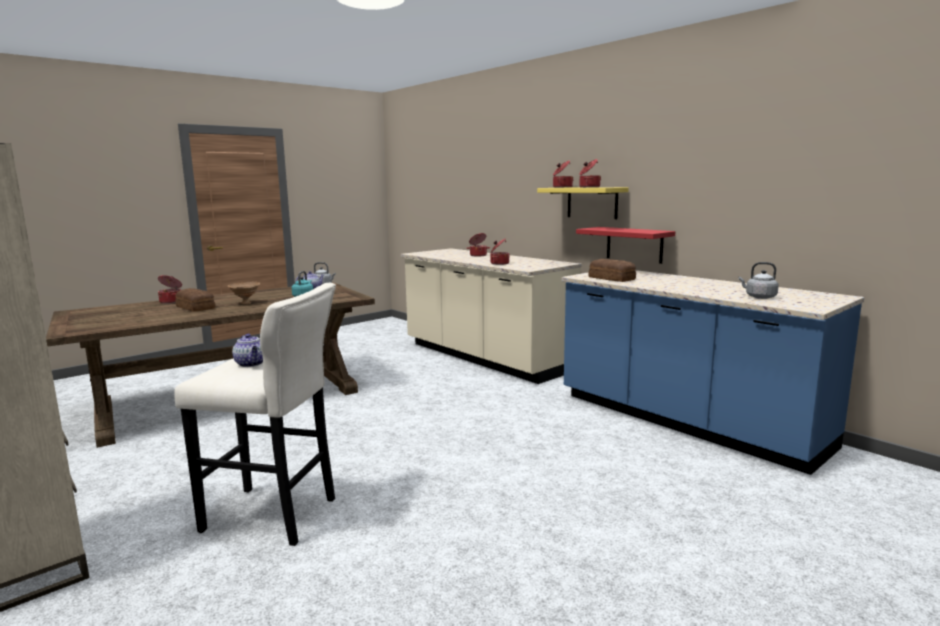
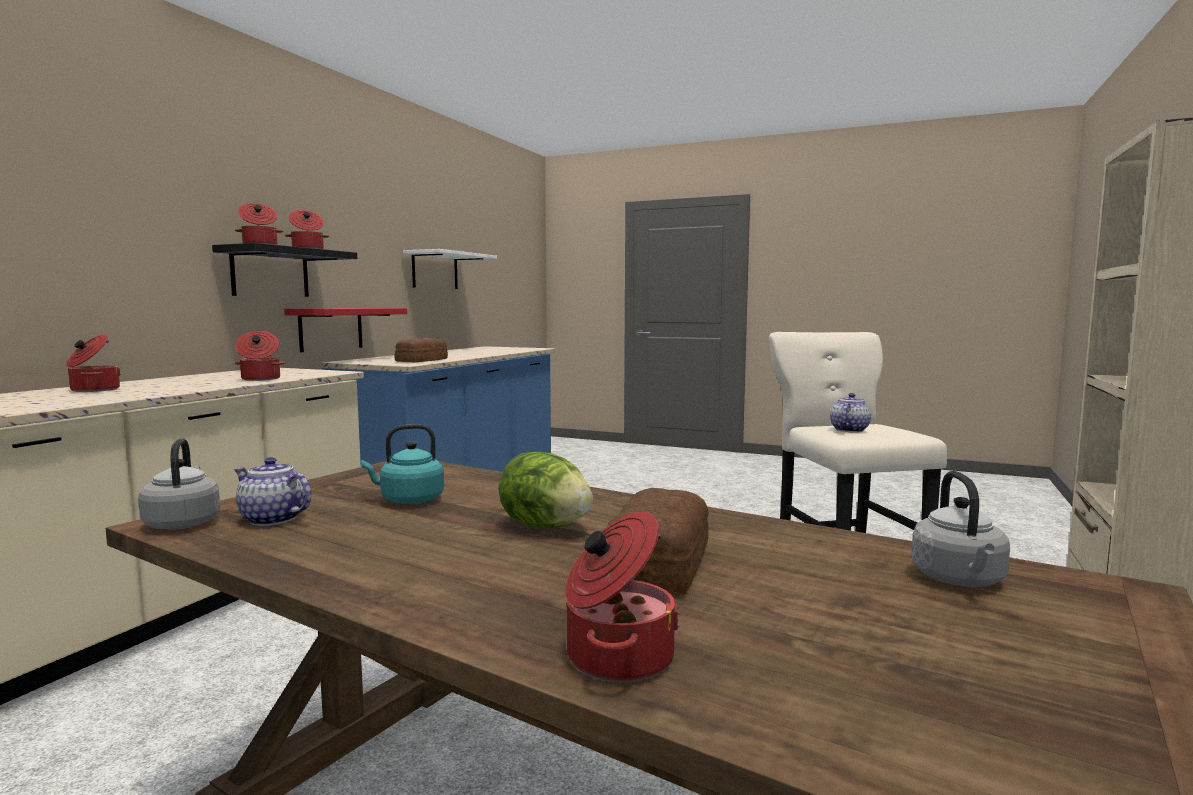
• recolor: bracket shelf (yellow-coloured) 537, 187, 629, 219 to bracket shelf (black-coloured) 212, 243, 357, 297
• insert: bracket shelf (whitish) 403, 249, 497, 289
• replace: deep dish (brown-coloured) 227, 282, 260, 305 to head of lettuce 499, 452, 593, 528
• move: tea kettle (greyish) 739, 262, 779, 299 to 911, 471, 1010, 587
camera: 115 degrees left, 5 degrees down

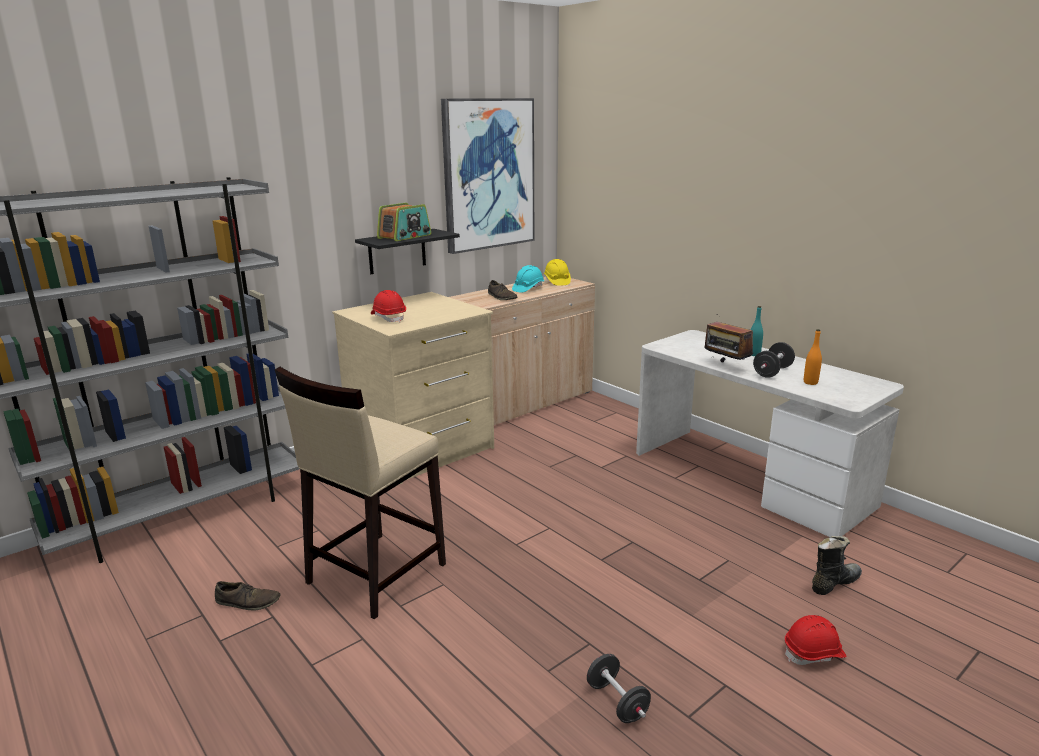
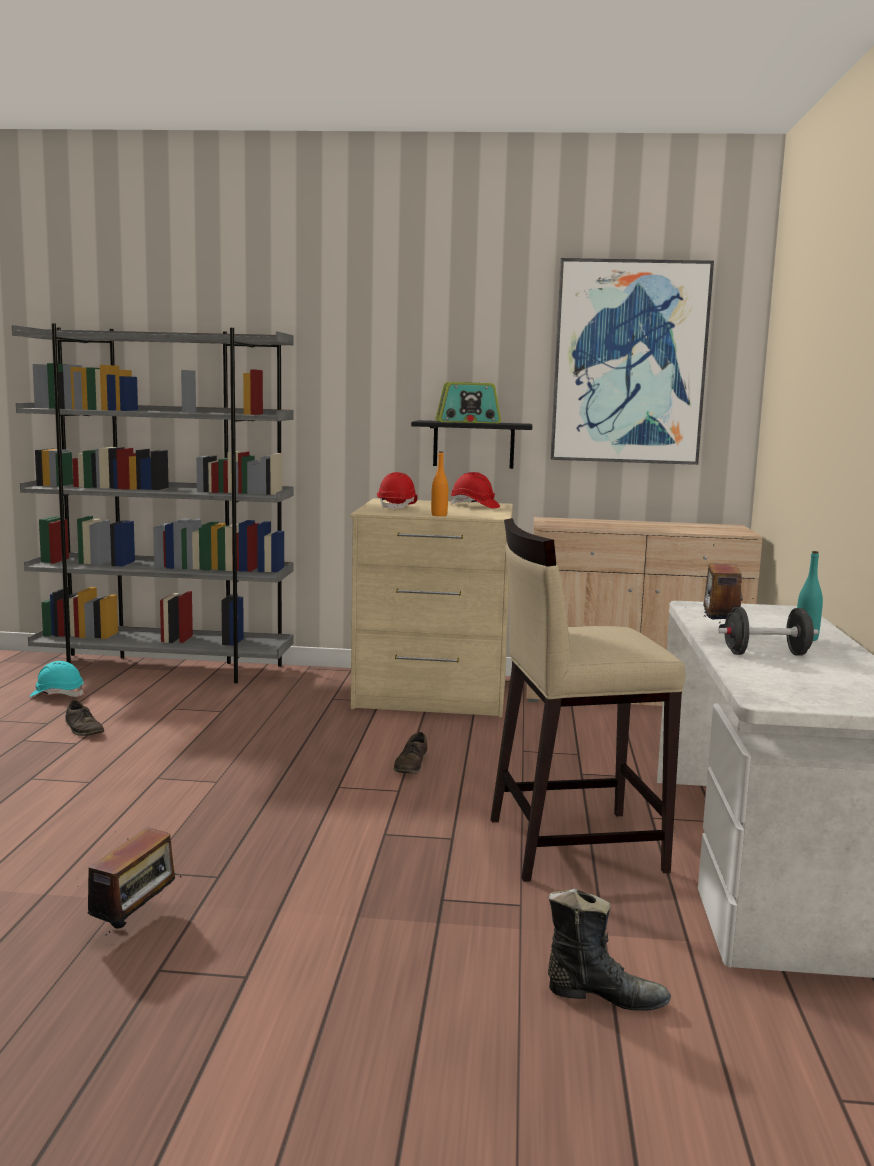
• move: hard hat (turquoise-coloured) 512, 265, 544, 293 to 29, 661, 85, 697
• replace: dumbbell (black-coloured) 587, 654, 651, 723 to radio 77, 827, 181, 935
• move: item of footwear (brown-coloured) 488, 280, 517, 300 to 394, 732, 427, 774
• move: drink bottle (orangey) 804, 329, 822, 385 to 431, 451, 448, 516
• move: hard hat (red-coloured) 785, 615, 846, 665 to 451, 472, 500, 508
• move: stool (beige) 275, 367, 446, 619 to 491, 518, 686, 882
• delete: hard hat (yellow-coloured) 544, 259, 571, 286
camera: 45 degrees right, 10 degrees down

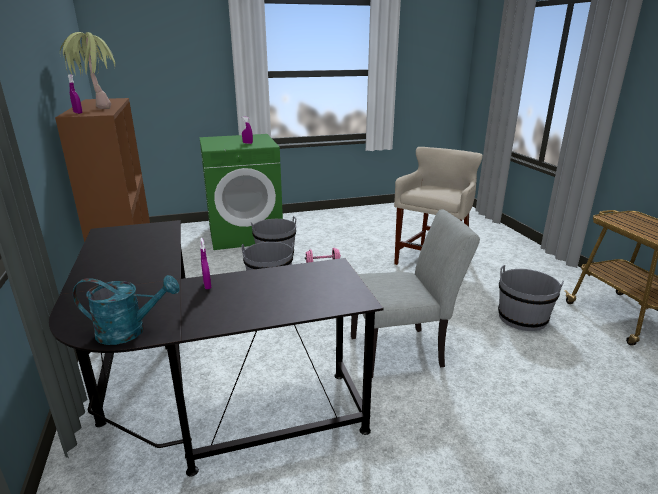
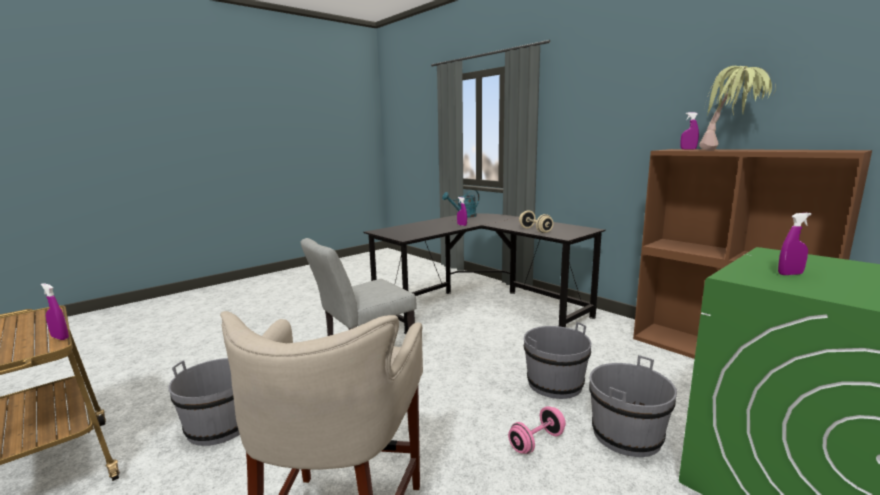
• insert: hand sprayer (purple) 41, 283, 69, 340
• insert: dumbbell (beige) 519, 210, 554, 233
camera: 155 degrees right, 10 degrees down

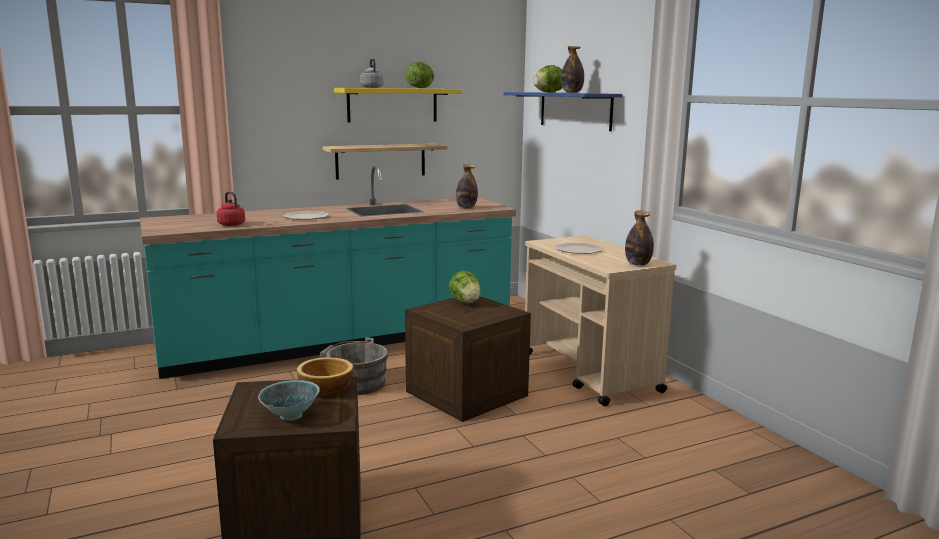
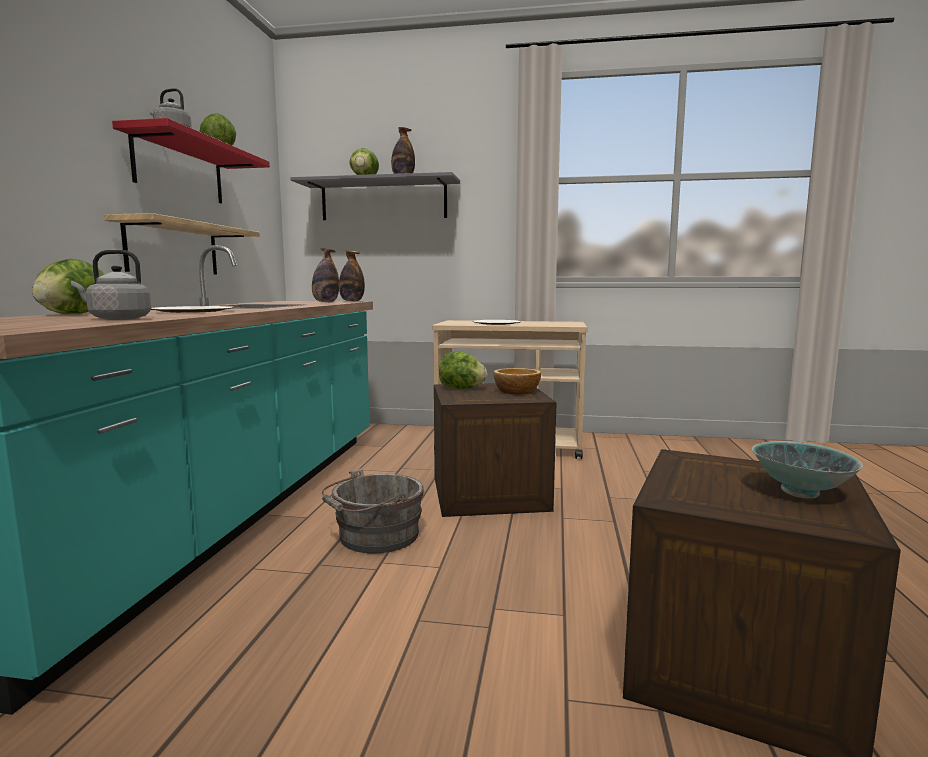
• insert: head of lettuce 32, 259, 105, 314
• recolor: tea kettle (red-coloured) 217, 191, 245, 226 to tea kettle (greyish) 71, 250, 151, 320
• recolor: bracket shelf (yellow-coloured) 334, 88, 462, 123 to bracket shelf (red-coloured) 112, 118, 270, 203
• recolor: bracket shelf (blue) 504, 92, 623, 131 to bracket shelf (greyish) 290, 172, 460, 220
• move: drink bottle 625, 210, 654, 266 to 339, 250, 365, 301
• move: deep dish 297, 357, 353, 396 to 494, 368, 541, 395
camera: 55 degrees left, 5 degrees down

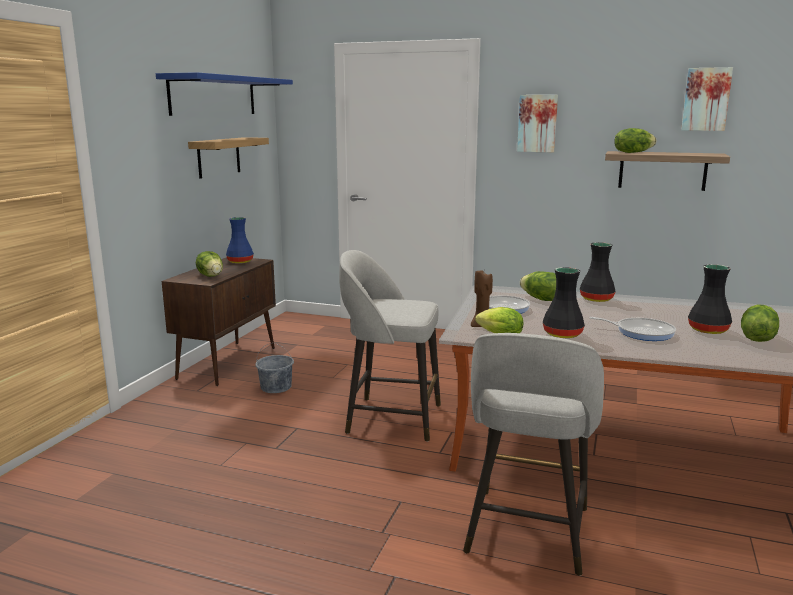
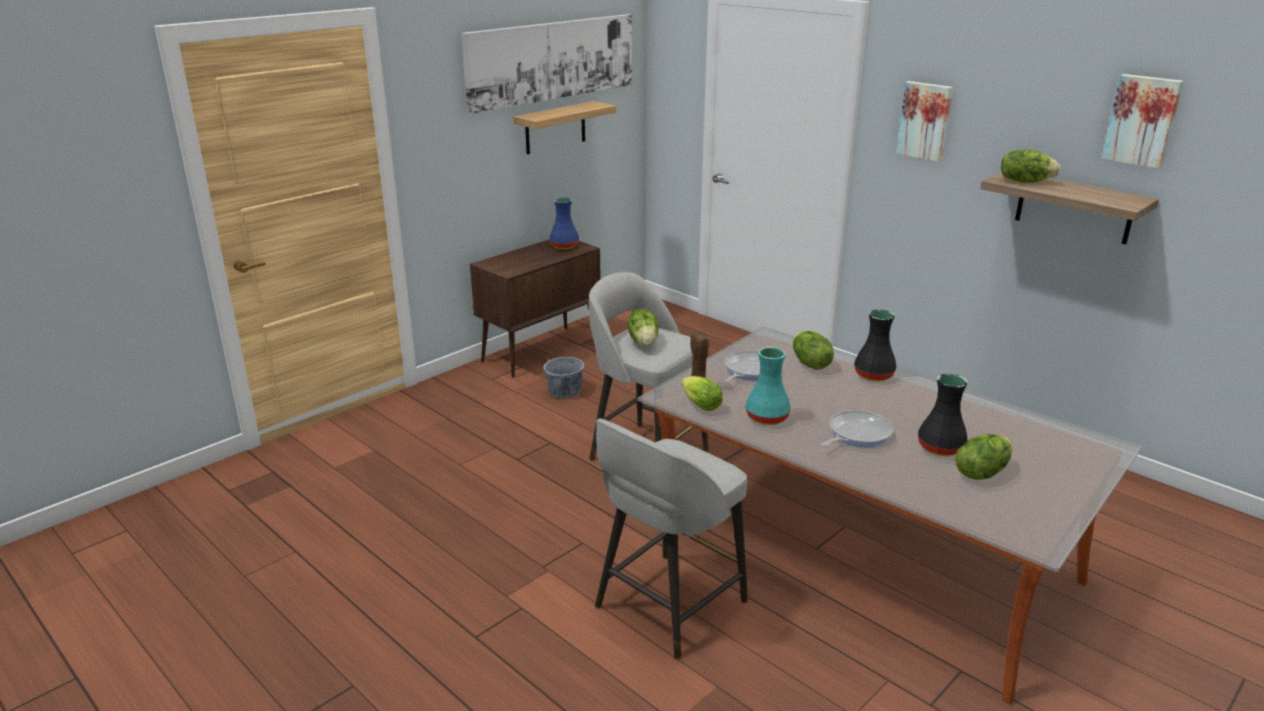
• replace: bracket shelf (blue) 156, 72, 293, 116 to picture 461, 14, 632, 114
• move: head of lettuce 196, 251, 223, 277 to 627, 309, 659, 346
• recolor: decorative vase (black-coloured) 543, 267, 585, 338 to decorative vase (turquoise-coloured) 745, 347, 791, 425
• rotate: pan 589, 317, 676, 341 = 821, 410, 893, 447 90 degrees counterclockwise
camera: 25 degrees right, 10 degrees up

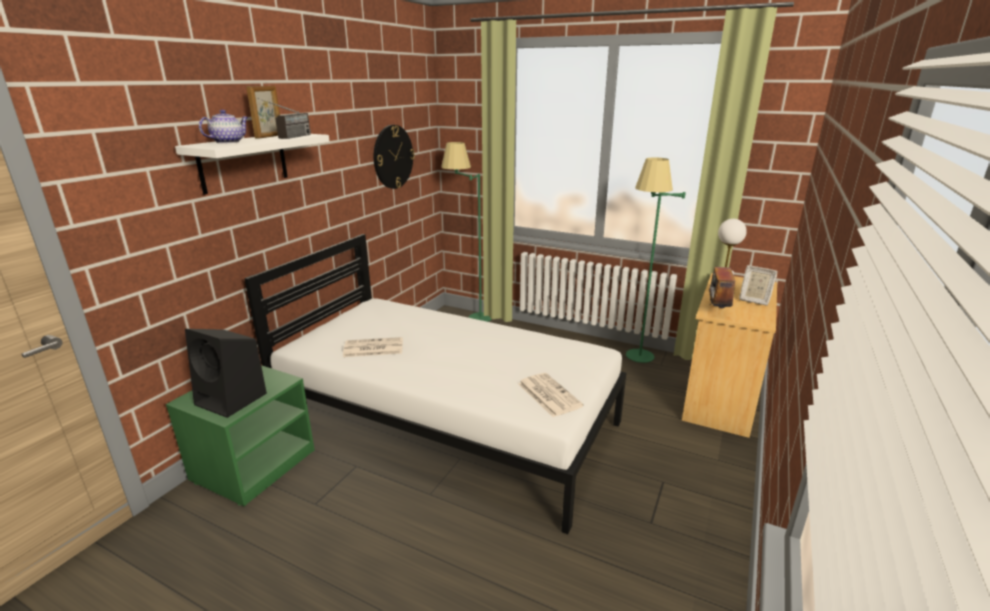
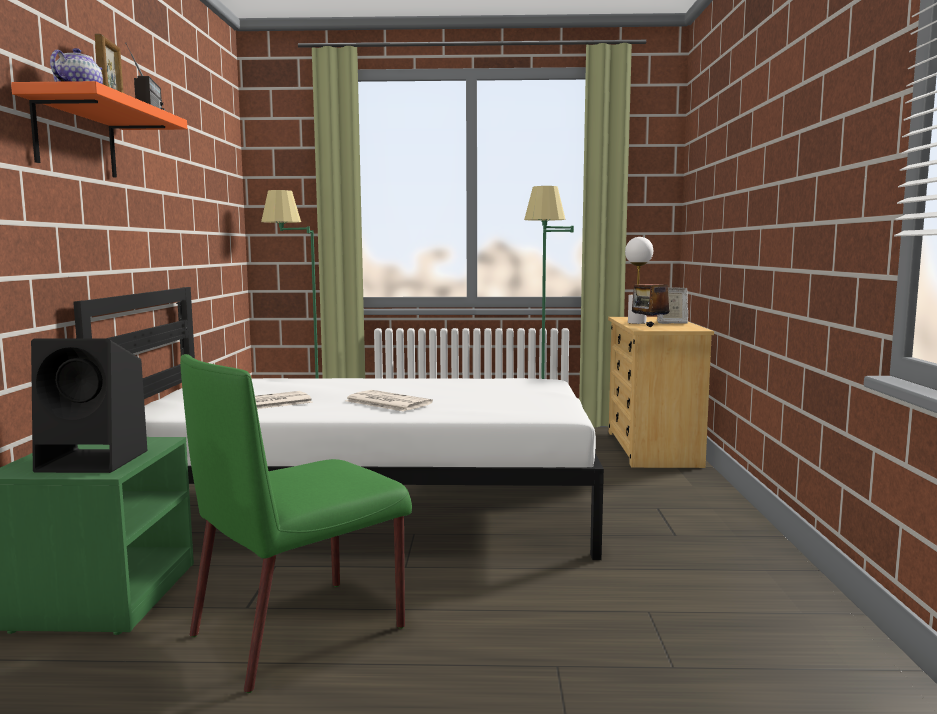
• recolor: bracket shelf (whitish) 175, 134, 330, 194 to bracket shelf (orangey) 11, 81, 187, 178
• insert: plain chair (greenish) 180, 354, 412, 693
• move: newspaper 518, 373, 584, 417 to 345, 390, 433, 412
• delete: wall clock 374, 125, 415, 189
camera: 25 degrees left, 15 degrees down

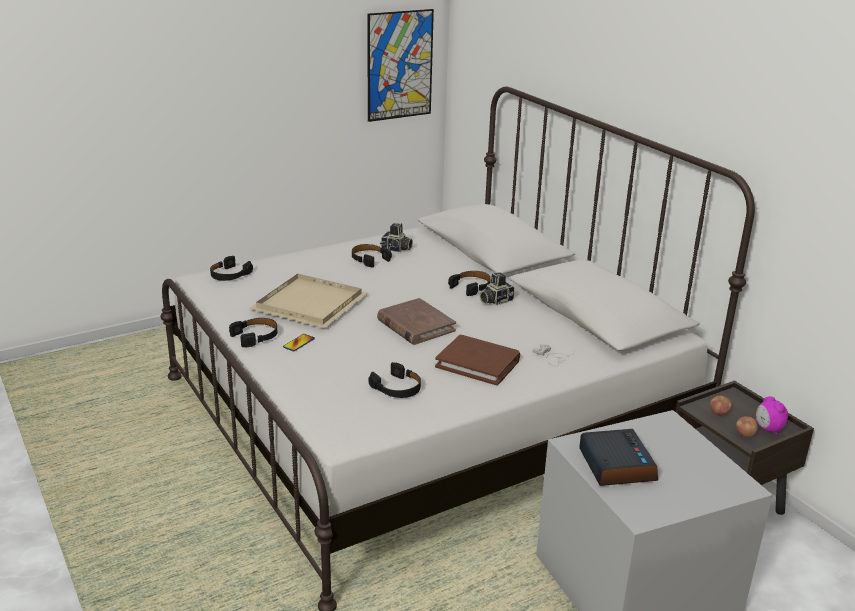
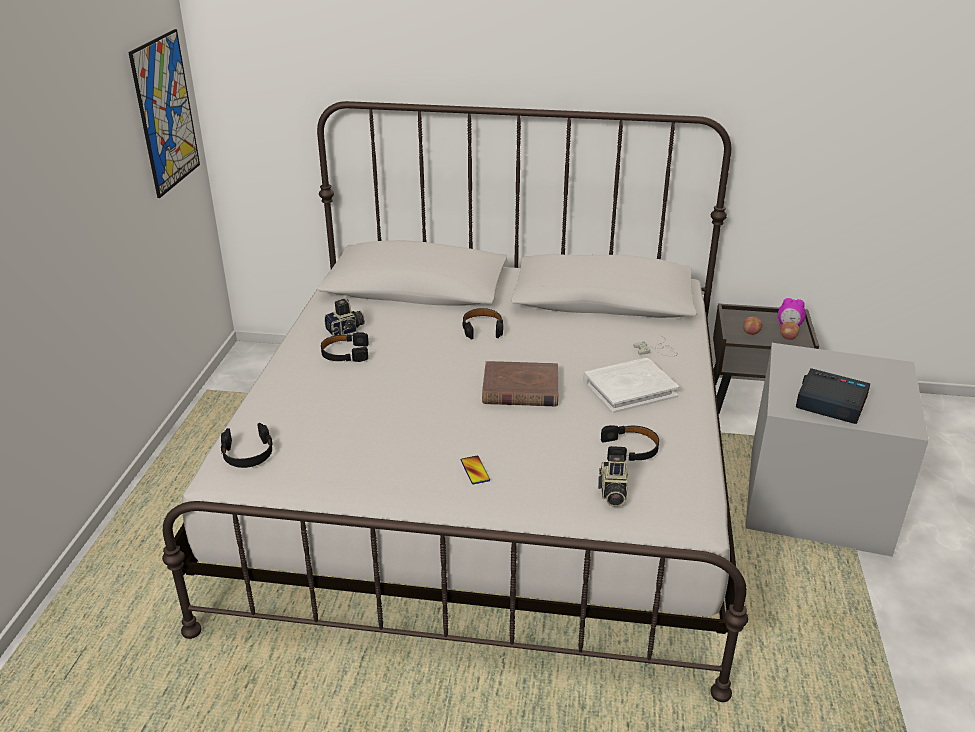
• recolor: book (brown-coloured) 435, 335, 520, 386 to book (whitish) 583, 358, 679, 413
• move: photo camera 480, 273, 515, 305 to 598, 455, 628, 507
• delete: headset (black-coloured) 229, 318, 277, 347
• delete: tray (beige) 249, 274, 368, 328
camera: 50 degrees left, 5 degrees up

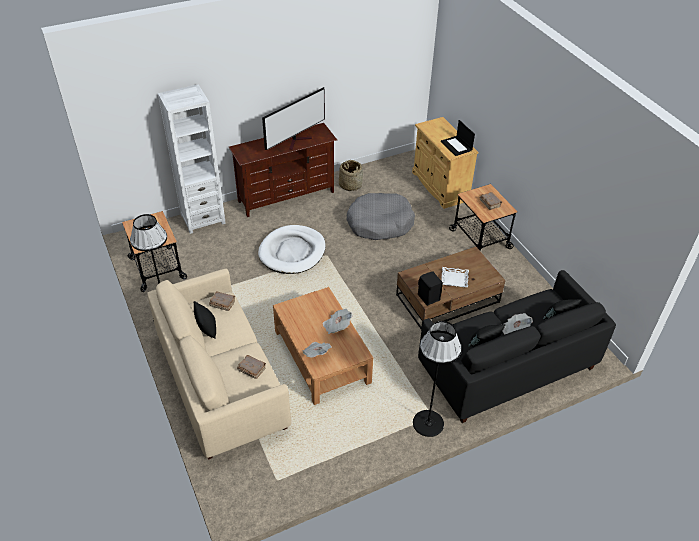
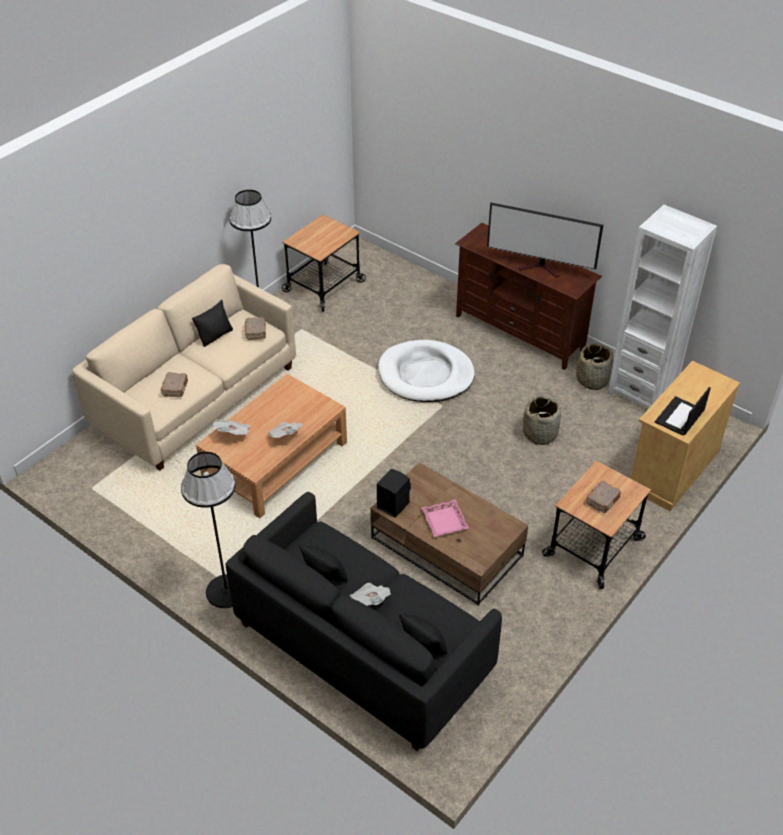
• recolor: tray (whitish) 441, 267, 469, 287 to tray (pink-coloured) 421, 499, 469, 537
• replace: dog cushion (greyish) 346, 193, 415, 240 to household basket 523, 396, 561, 445
• move: shelving unit (whitish) 158, 84, 226, 234 to 608, 205, 717, 409
camera: 65 degrees right, 0 degrees up

